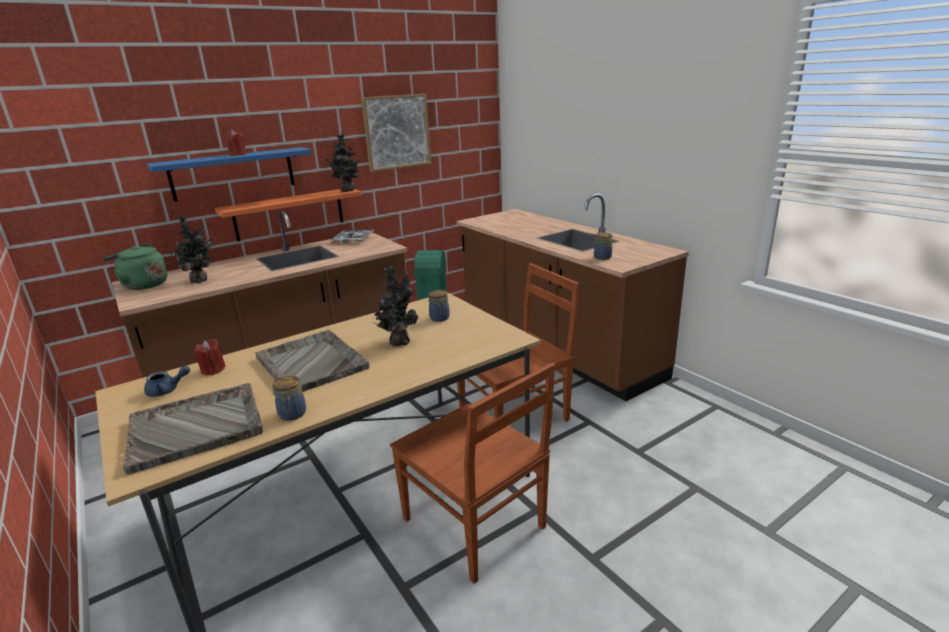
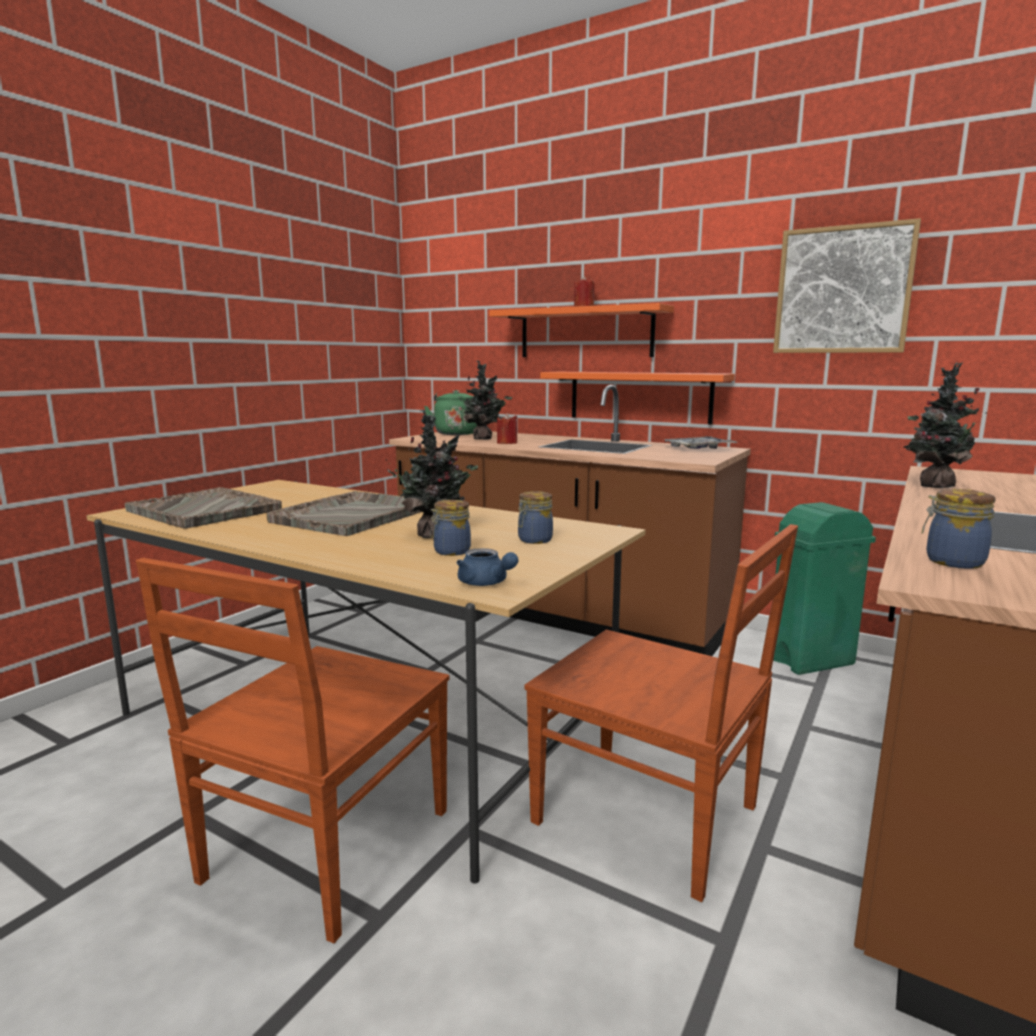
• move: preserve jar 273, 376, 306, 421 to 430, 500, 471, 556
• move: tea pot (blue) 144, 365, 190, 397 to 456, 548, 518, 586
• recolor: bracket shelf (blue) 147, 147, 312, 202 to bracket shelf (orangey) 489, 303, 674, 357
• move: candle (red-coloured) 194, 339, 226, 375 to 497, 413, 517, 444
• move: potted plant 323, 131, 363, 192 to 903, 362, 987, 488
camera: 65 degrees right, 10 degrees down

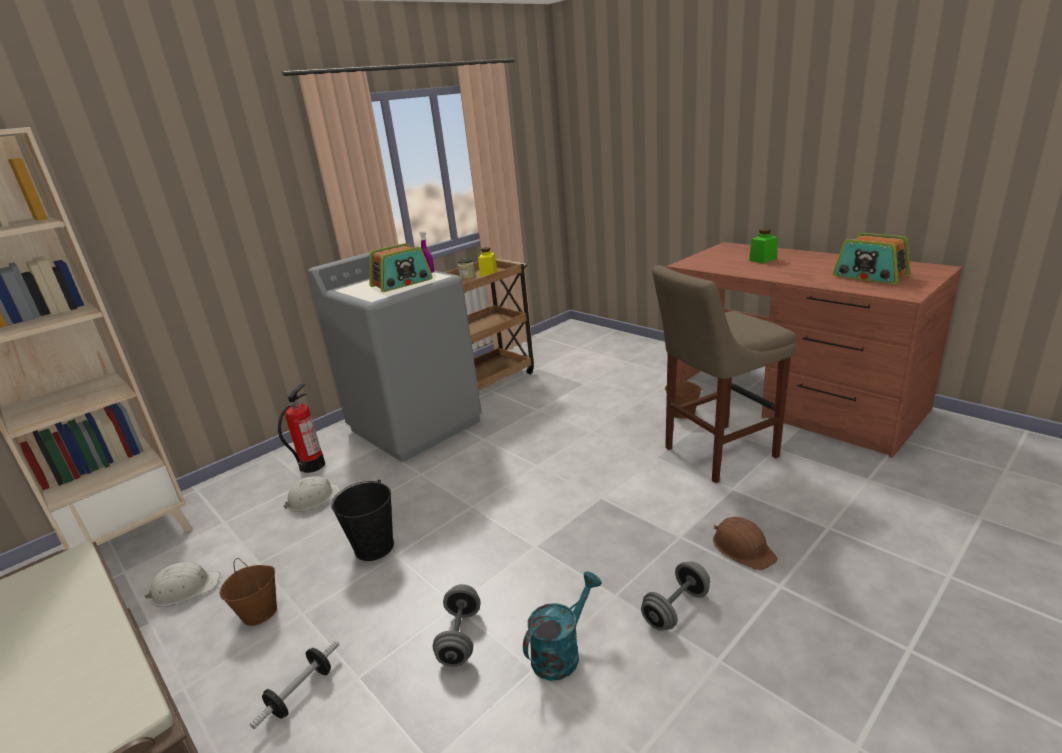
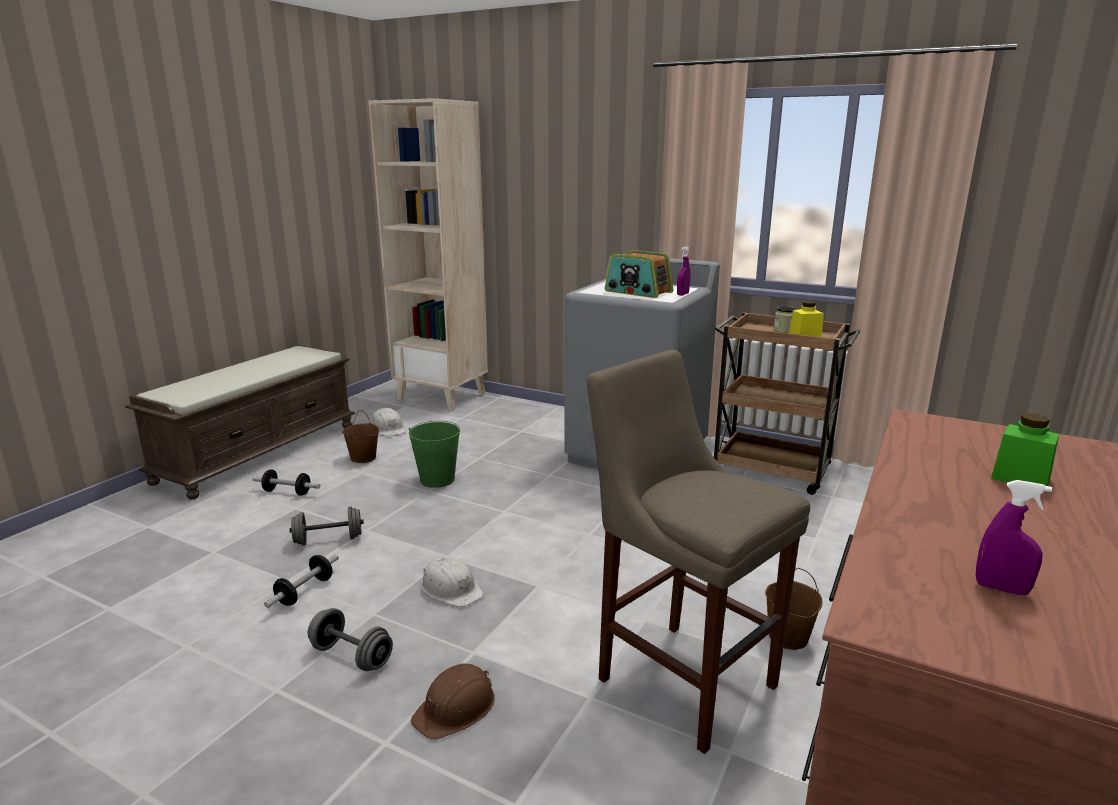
• replace: watering can (turquoise-coloured) 523, 571, 602, 681 to dumbbell 264, 554, 339, 608
• recolor: pail (black-coloured) 331, 480, 394, 561 to pail (greenish) 409, 421, 460, 488
• move: hard hat (whitish) 283, 476, 341, 512 to 421, 556, 484, 607
• replace: radio 833, 233, 910, 284 to hand sprayer (purple) 976, 480, 1052, 595
• delete: fire-fighting cylinder 278, 384, 325, 473
camera: 70 degrees right, 5 degrees down

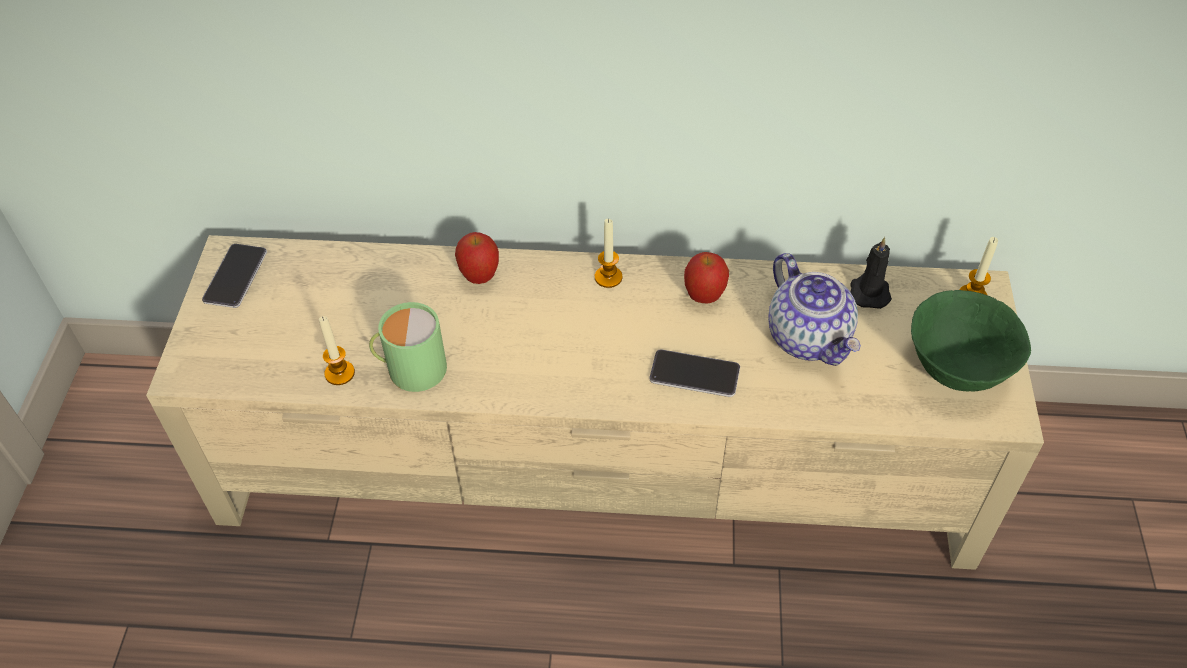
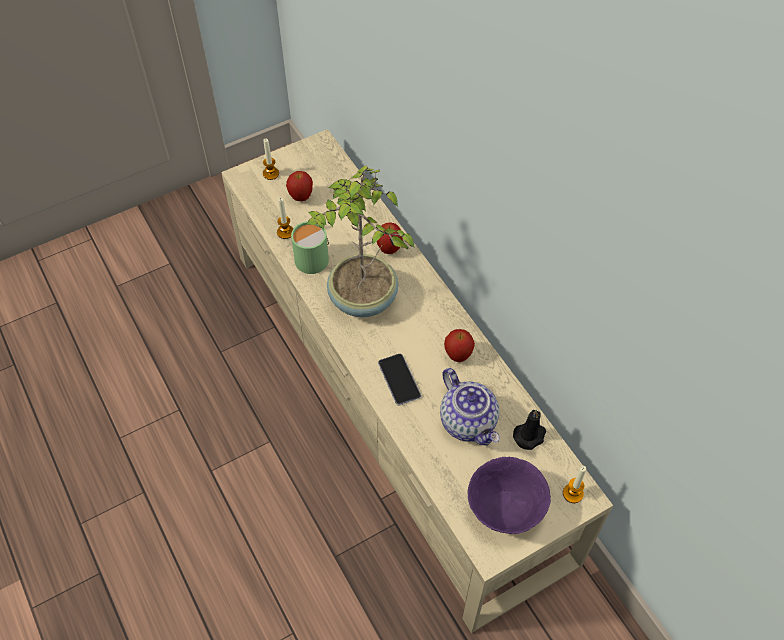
• move: candle 595, 219, 622, 288 to 263, 138, 279, 180
• insert: apple 286, 171, 313, 201
• insert: potted plant 306, 166, 415, 317
• rotate: tea pot 768, 253, 861, 366 = 440, 368, 500, 446 60 degrees counterclockwise
• recolor: deep dish (greenish) 911, 290, 1031, 392 to deep dish (purple) 467, 457, 551, 534
• delete: telephone 202, 244, 267, 308
camera: 55 degrees right, 5 degrees up

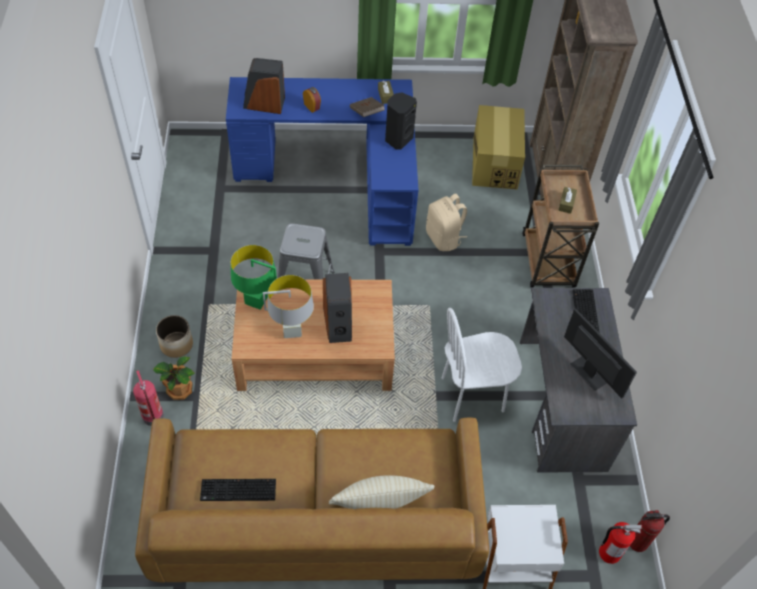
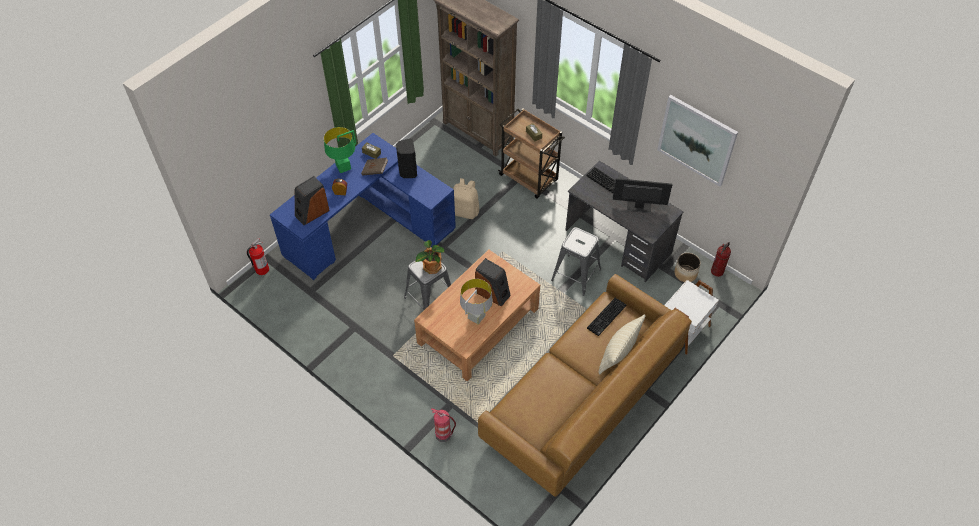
• move: fire-fighting cylinder 599, 522, 642, 564 to 247, 238, 269, 275
• move: table lamp (greenish) 231, 245, 277, 310 to 324, 127, 356, 173
• move: potted plant 153, 356, 195, 400 to 415, 240, 444, 274
• replace: plain chair (whitish) 442, 308, 522, 422 to stool (greyish) 551, 227, 601, 296
• move: PC keyboard 200, 479, 276, 501 to 587, 298, 626, 336
• insert: picture 657, 95, 738, 187
• move: planter 156, 315, 193, 358 to 674, 253, 701, 282
• delete: carton 472, 105, 525, 189
camera: 45 degrees left, 0 degrees up

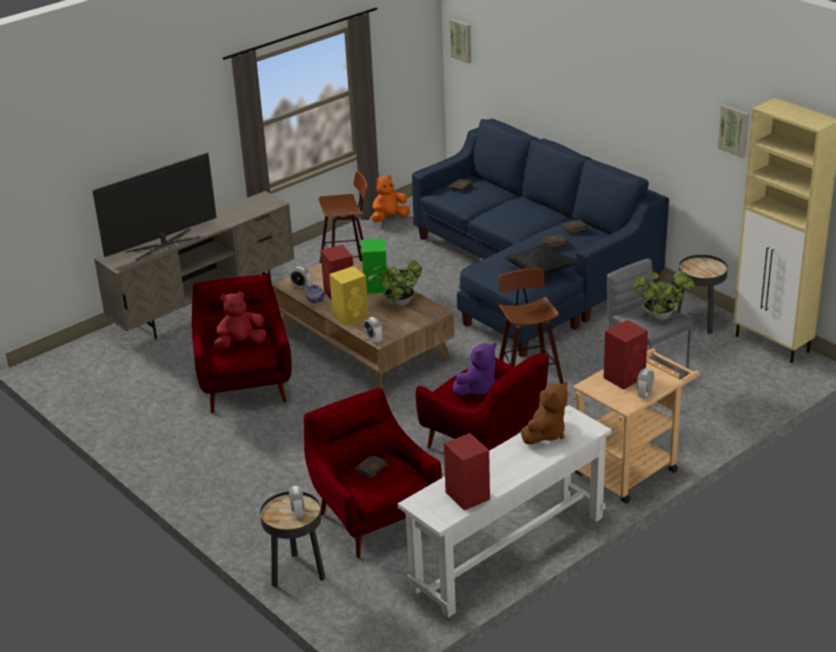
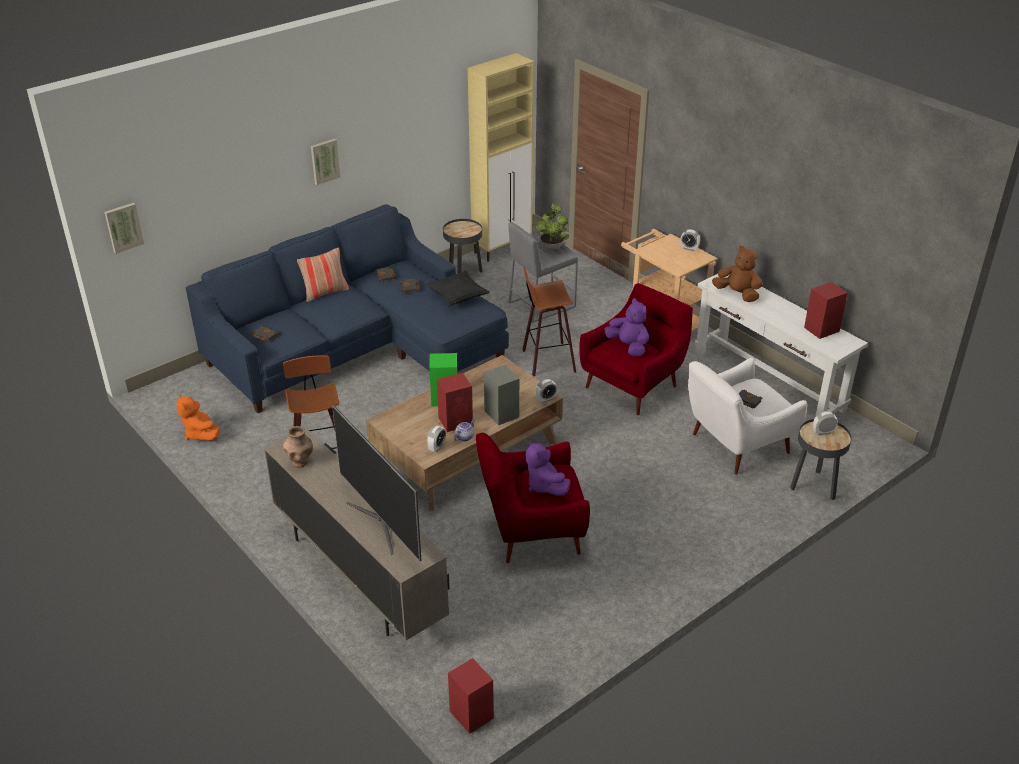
• insert: decorative vase (brown-coloured) 283, 426, 313, 468
• insert: cushion 297, 247, 349, 302
• move: picture 718, 105, 749, 158 to 311, 138, 340, 185
• move: speaker (red-coloured) 604, 320, 648, 390 to 448, 658, 494, 734
• recolor: speaker (yellow-coloured) 329, 266, 369, 326 to speaker (greyish) 484, 365, 519, 425
• recolor: soft toy (red-coloured) 214, 291, 267, 349 to soft toy (purple) 526, 441, 571, 496
• recolor: lounge chair (red-coloured) 304, 388, 442, 558 to lounge chair (whitish) 688, 358, 808, 475
• delete: potted plant 368, 261, 422, 307
camera: 90 degrees left, 5 degrees up

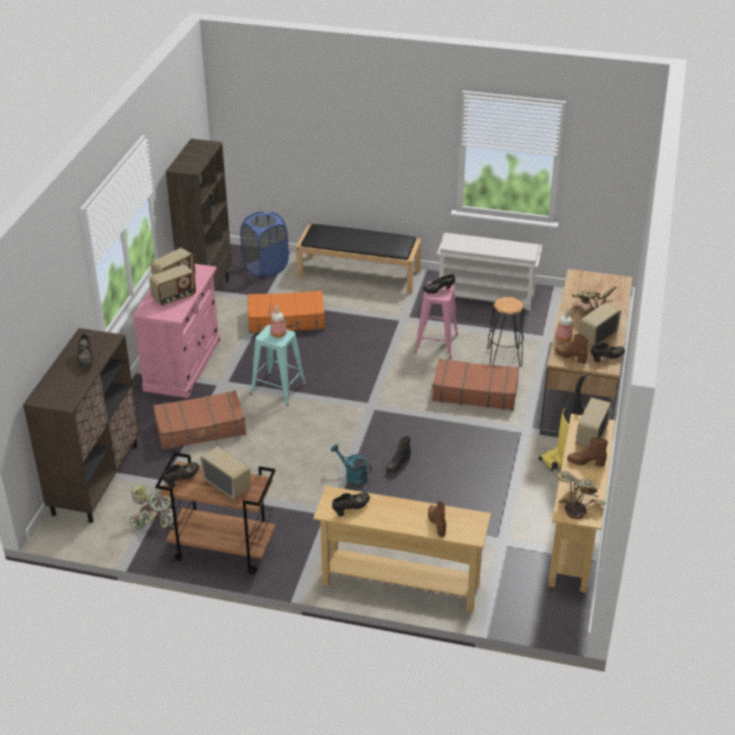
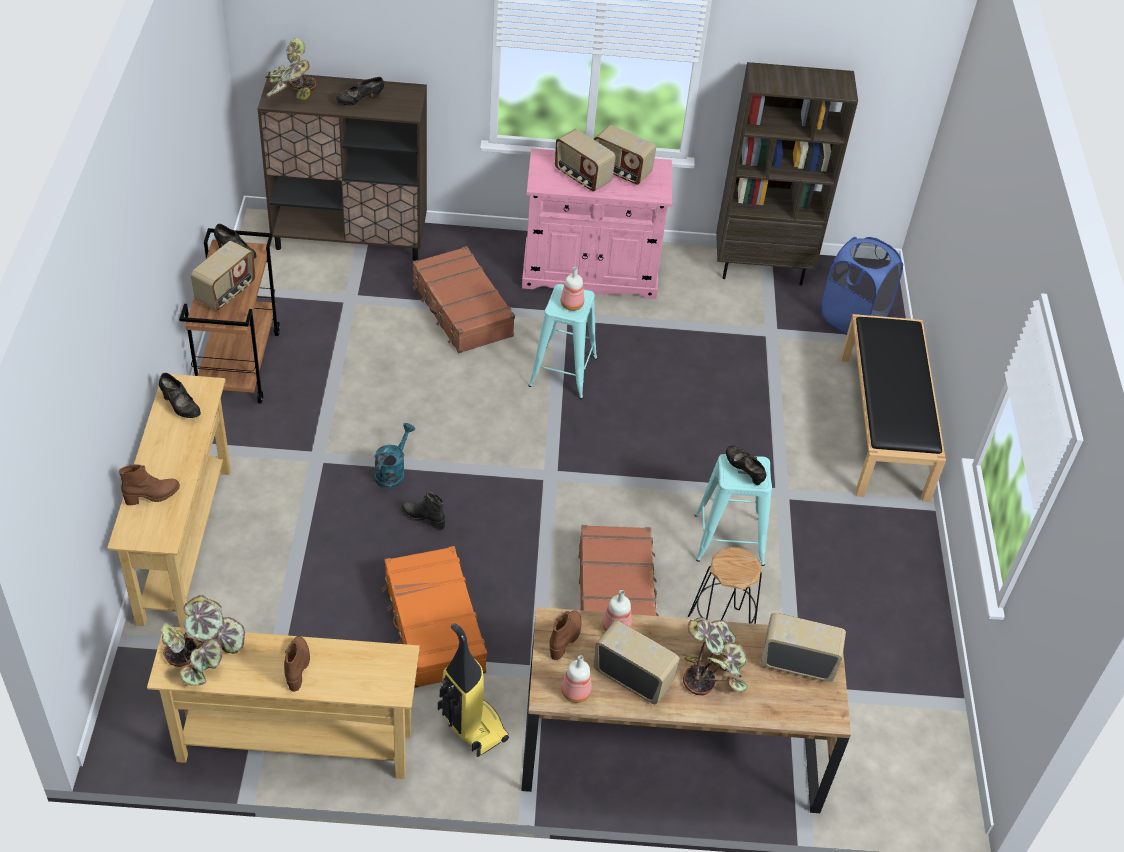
• move: potted plant 129, 485, 175, 530 to 266, 38, 317, 100
• move: piece of luggage (orangey) 247, 290, 325, 333 to 382, 546, 487, 688
• replace: item of footwear (black-coloured) 591, 343, 625, 362 to drink bottle 561, 655, 592, 703
• recolor: stool (pink-coloured) 414, 281, 458, 358 to stool (turquoise-coloured) 695, 454, 772, 566
• move: radio 576, 397, 611, 448 to 761, 613, 846, 682
• delete: shoe rack (whitish) 437, 233, 542, 311
camera: 75 degrees right, 10 degrees up

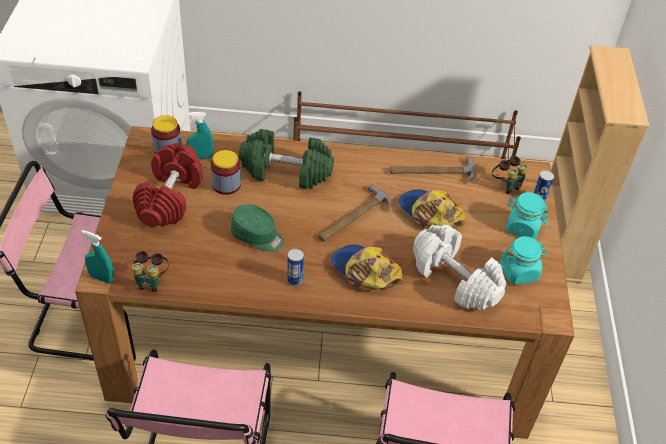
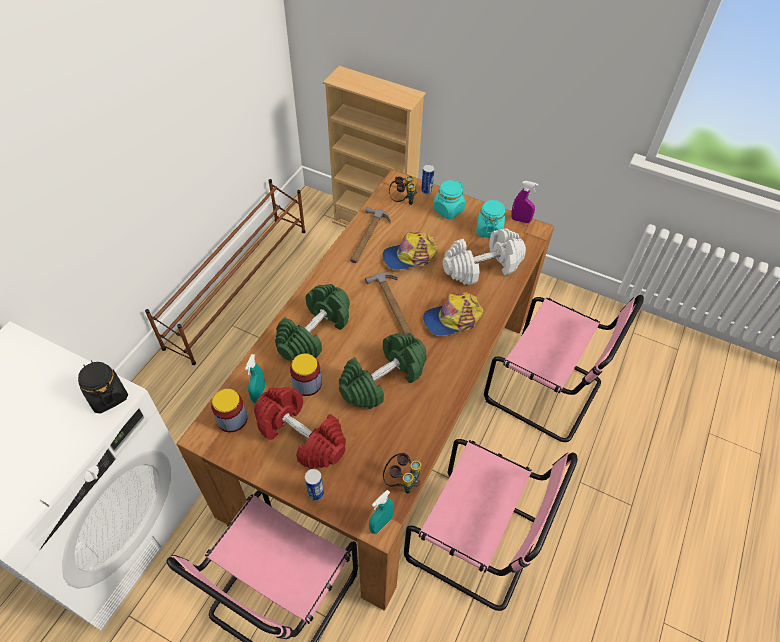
• insert: preserve jar (black-coloured) 78, 361, 128, 413
• move: metal can 287, 249, 304, 286 to 305, 469, 324, 501
• replace: peaked cap (greenish) 231, 204, 284, 252 to dumbbell (greenish) 339, 333, 427, 409
• insert: hand sprayer (purple) 511, 181, 538, 223
camera: 65 degrees left, 5 degrees up

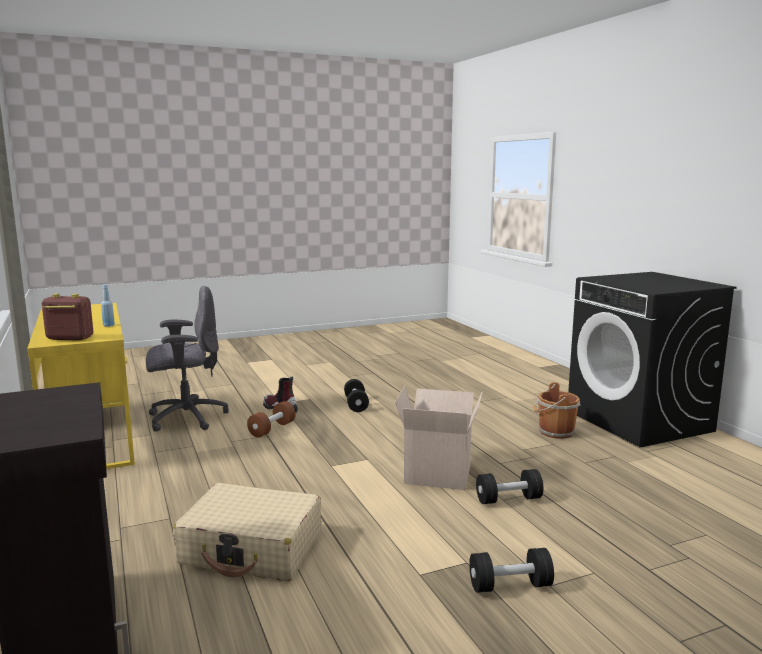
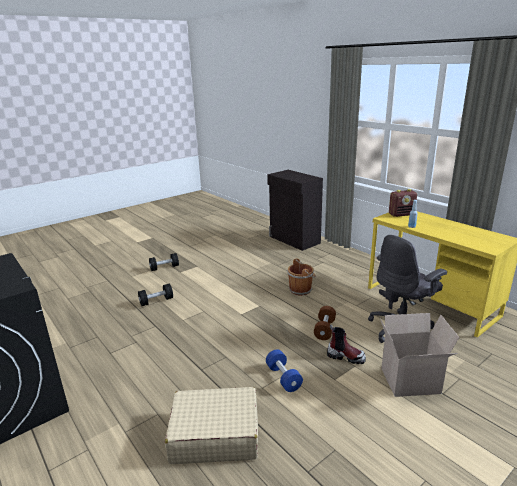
• move: piece of luggage (beige) 173, 483, 321, 581 to 165, 387, 258, 464
• recolor: dumbbell (black-coloured) 344, 379, 369, 412 to dumbbell (blue) 266, 349, 303, 392
• move: pail (brown-coloured) 534, 382, 581, 438 to 287, 258, 316, 296
• move: carton 395, 386, 482, 490 to 380, 313, 460, 397
camera: 165 degrees right, 10 degrees up

